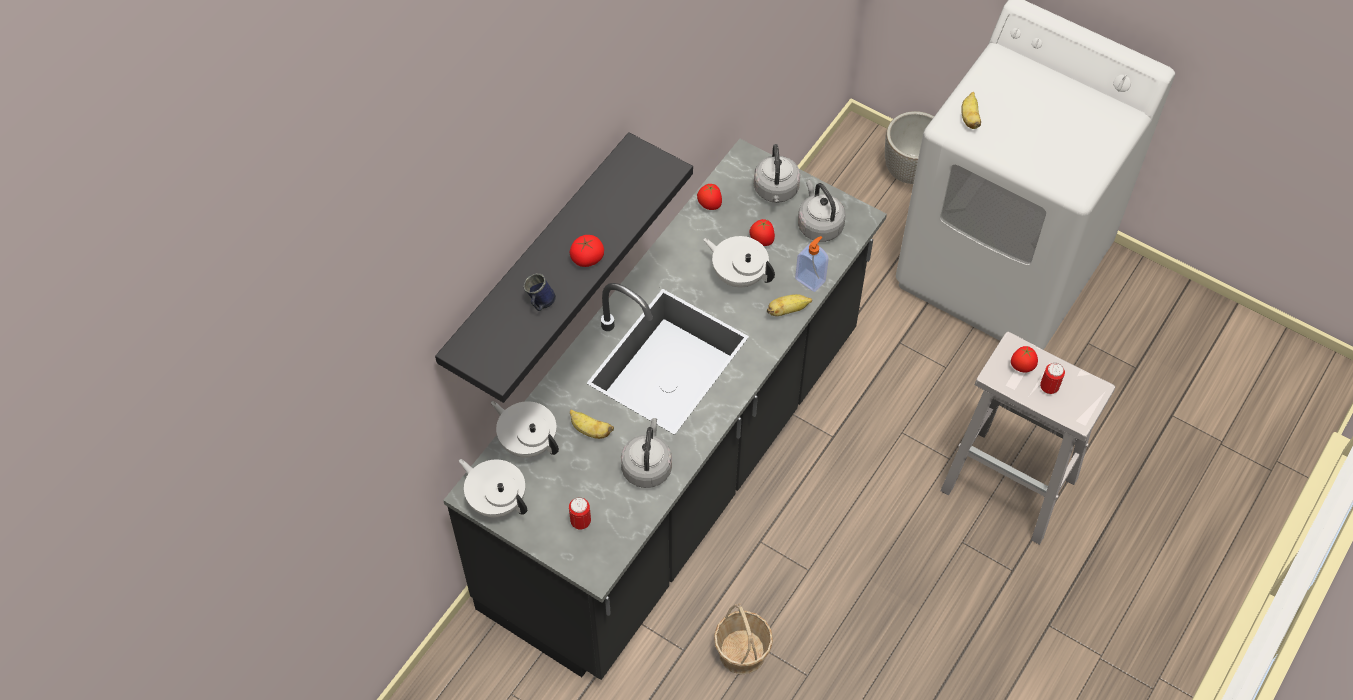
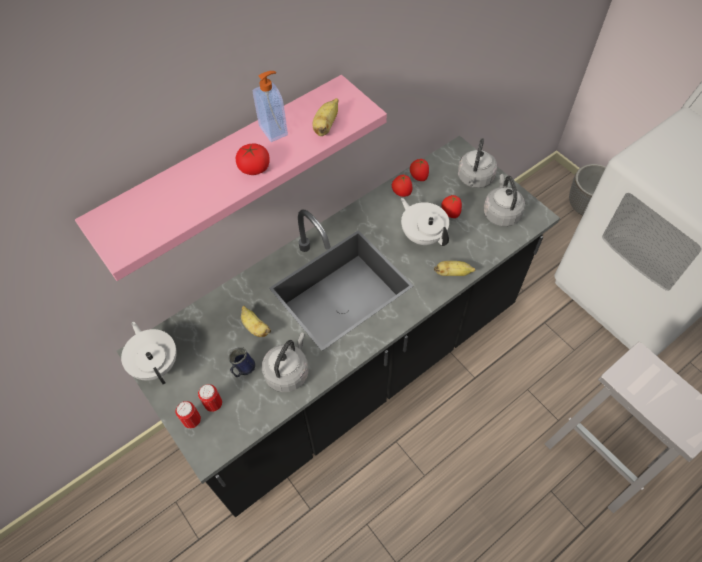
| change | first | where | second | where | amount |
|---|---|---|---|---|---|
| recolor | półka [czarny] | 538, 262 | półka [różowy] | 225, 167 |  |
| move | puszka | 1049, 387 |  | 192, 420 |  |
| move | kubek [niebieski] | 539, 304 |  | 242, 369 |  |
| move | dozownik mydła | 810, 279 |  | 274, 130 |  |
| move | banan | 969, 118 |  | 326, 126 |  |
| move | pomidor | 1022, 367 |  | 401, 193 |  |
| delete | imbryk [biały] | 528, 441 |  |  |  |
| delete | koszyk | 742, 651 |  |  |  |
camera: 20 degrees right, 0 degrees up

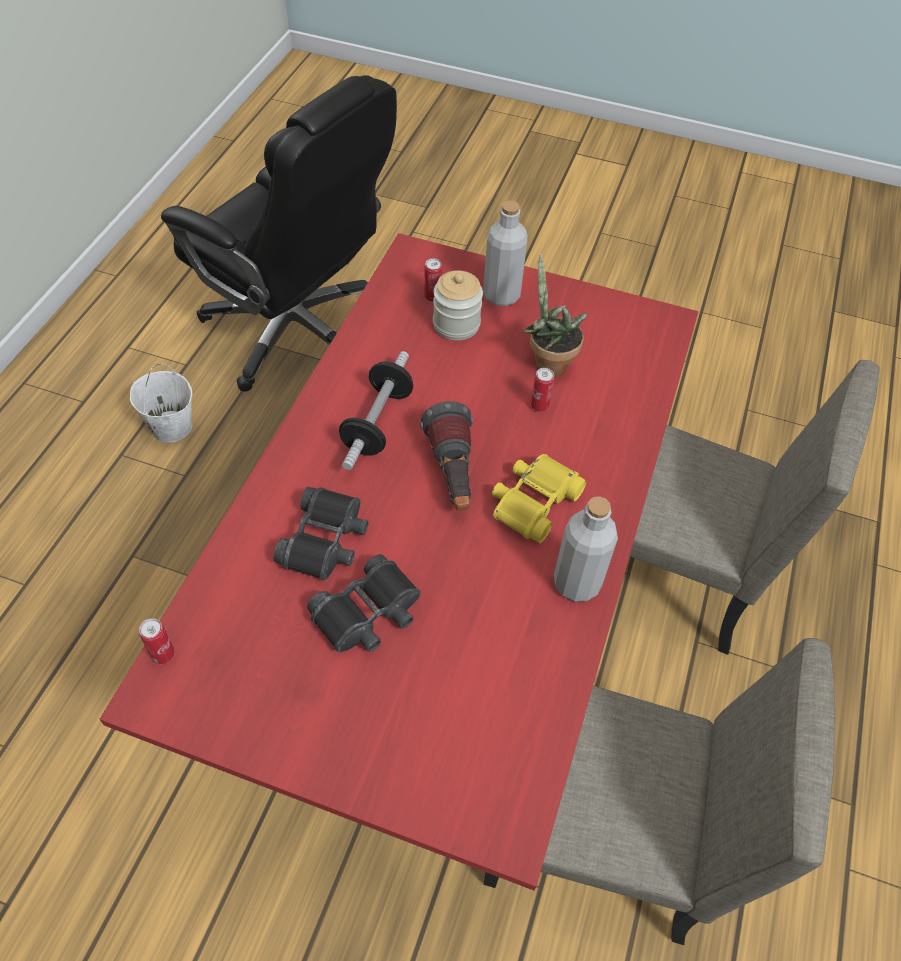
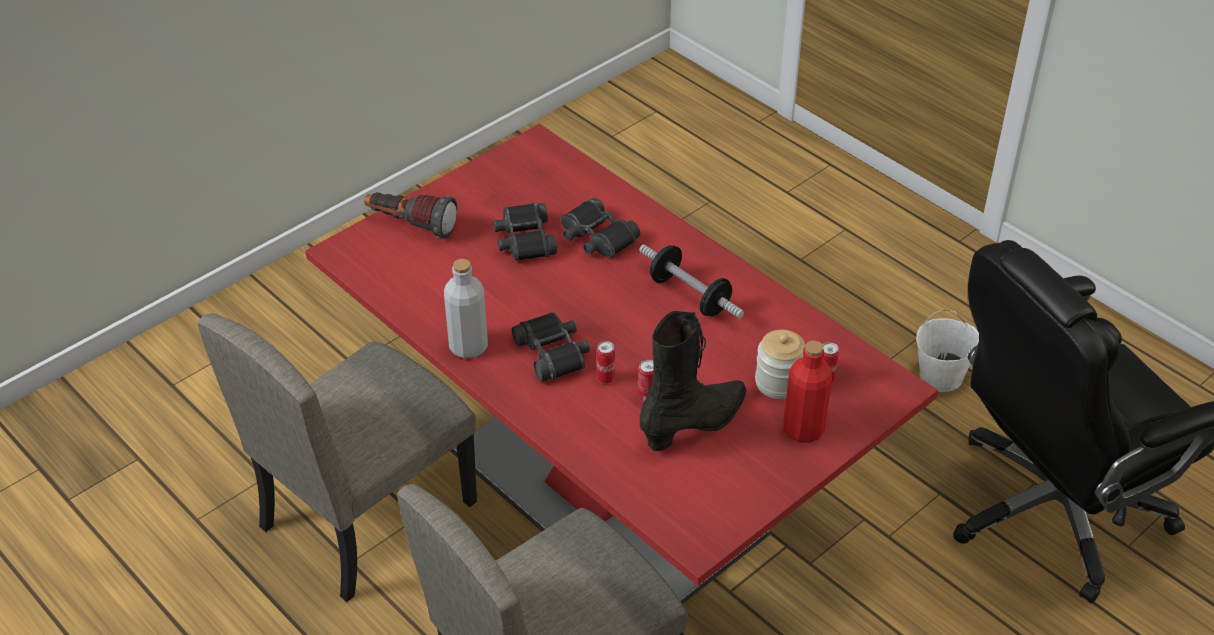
| change | first | where | second | where | amount |
|---|---|---|---|---|---|
| move | latarka | 452, 475 |  | 411, 226 |  |
| recolor | lornetka [żółty] | 533, 502 | lornetka [czarny] | 553, 353 |  |
| move | puszka | 163, 654 |  | 605, 378 |  |
| replace | roślina doniczkowa | 547, 362 | but z cholewką [czarny] | 695, 425 |  |
| recolor | butelka [szary] | 501, 295 | butelka [czerwony] | 803, 429 |  |
camera: 120 degrees right, 10 degrees down

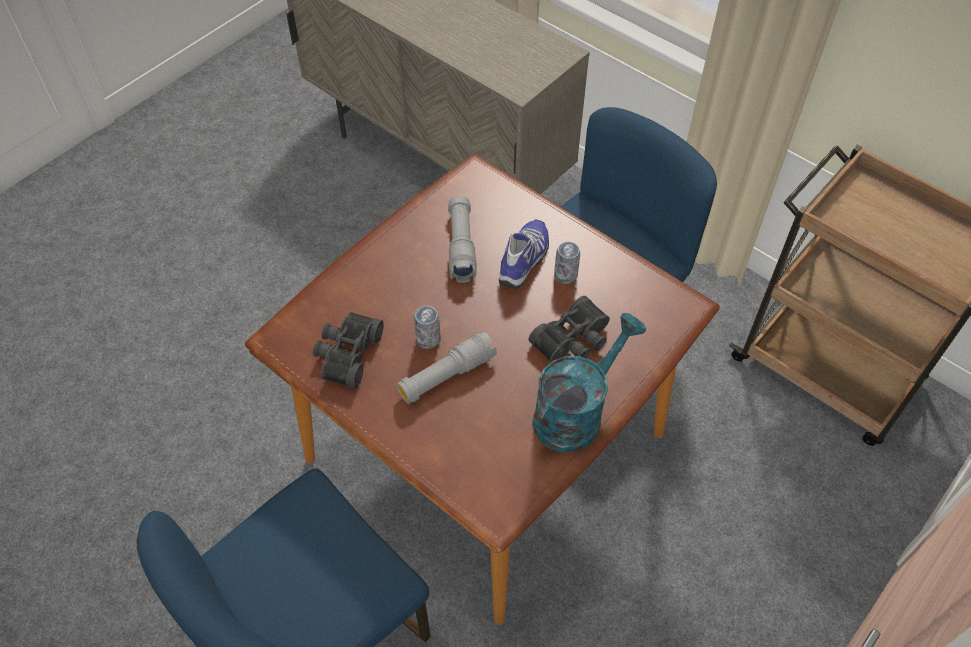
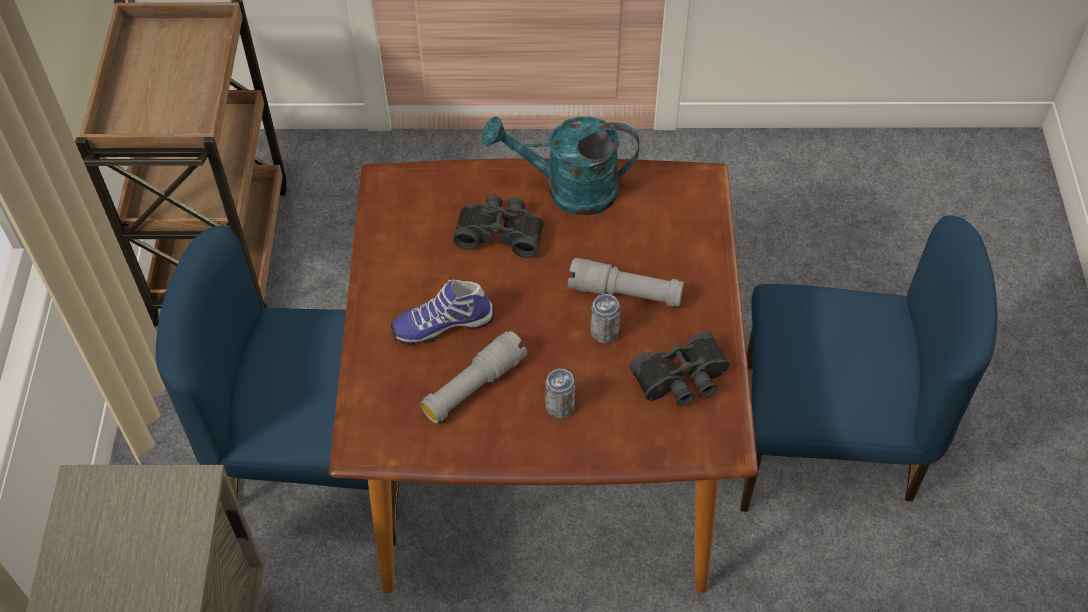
| change | first | where | second | where | amount |
|---|---|---|---|---|---|
| move | puszka | 565, 275 |  | 560, 406 |  |
camera: 130 degrees left, 0 degrees up

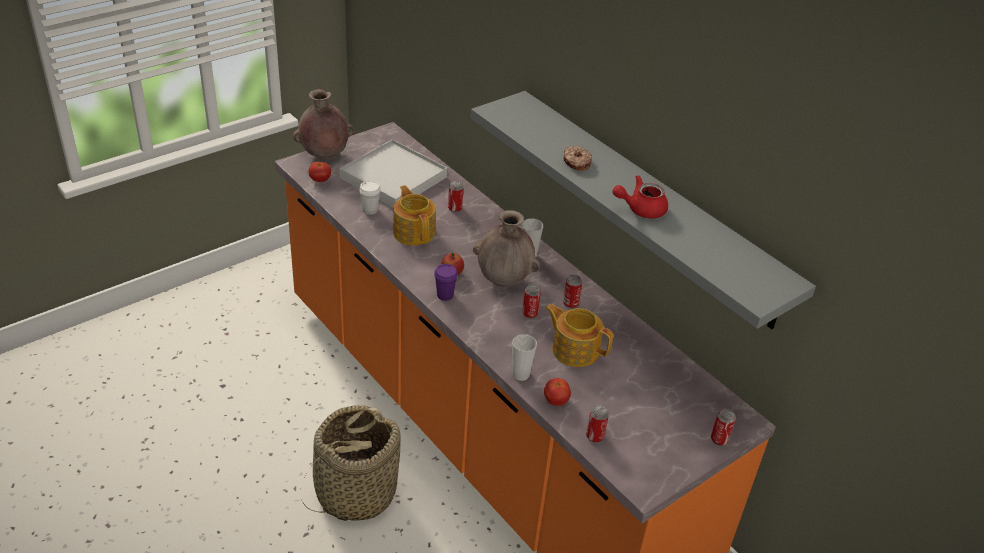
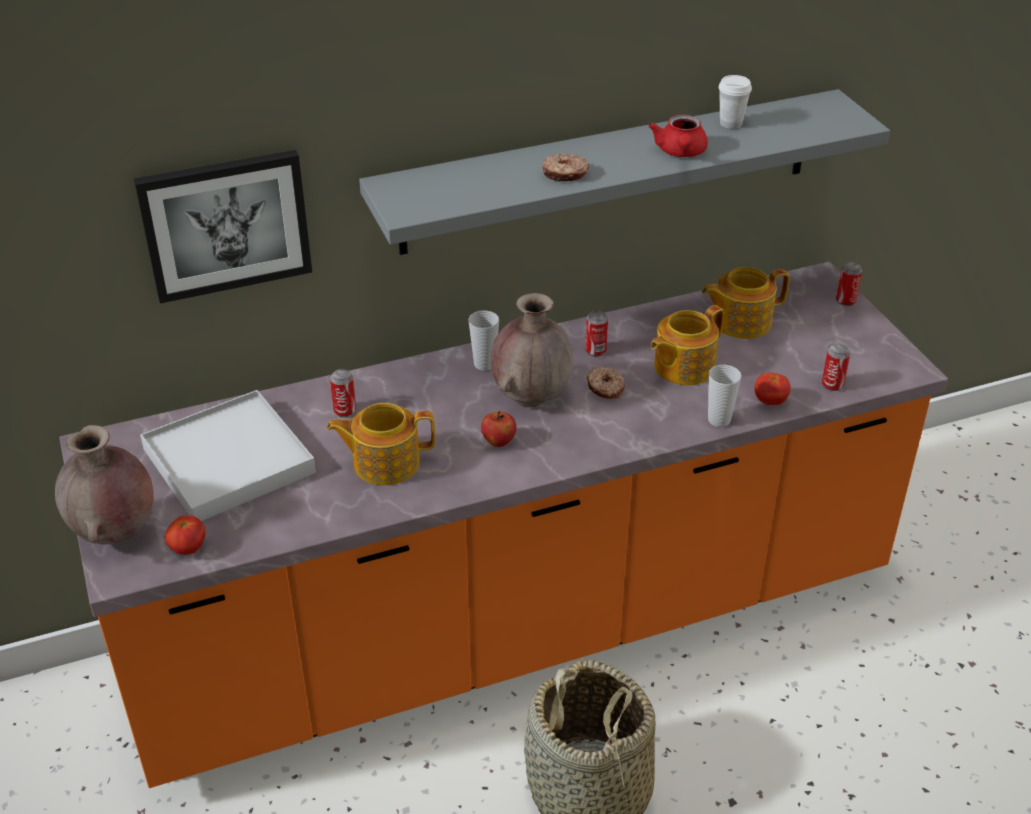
| change | first | where | second | where | amount |
|---|---|---|---|---|---|
| insert |  |  | obraz | 225, 224 |  |
| replace | puszka | 530, 313 | donut | 605, 388 |  |
| insert |  |  | imbryk | 740, 321 |  |
| move | filiżanka [biały] | 370, 210 |  | 731, 123 |  |
| delete | filiżanka [fioletowy] | 445, 295 |  |  |  |
camera: 70 degrees left, 0 degrees up

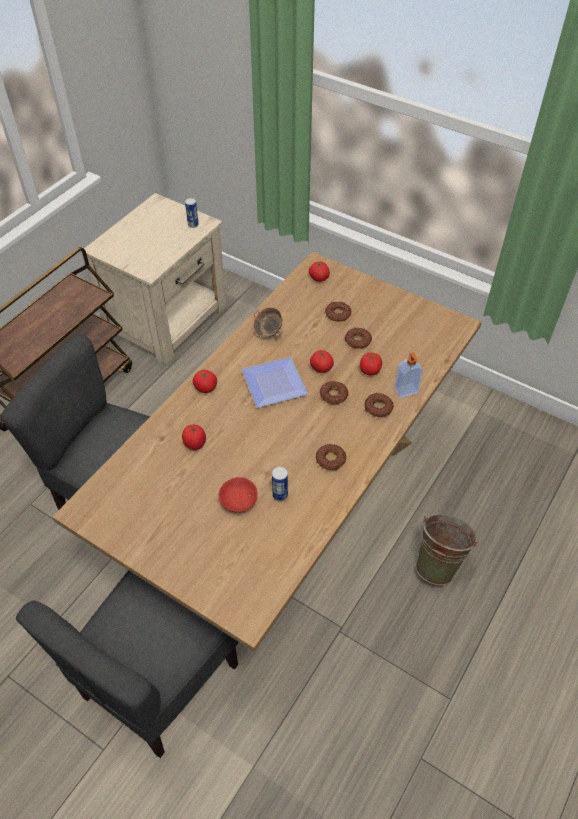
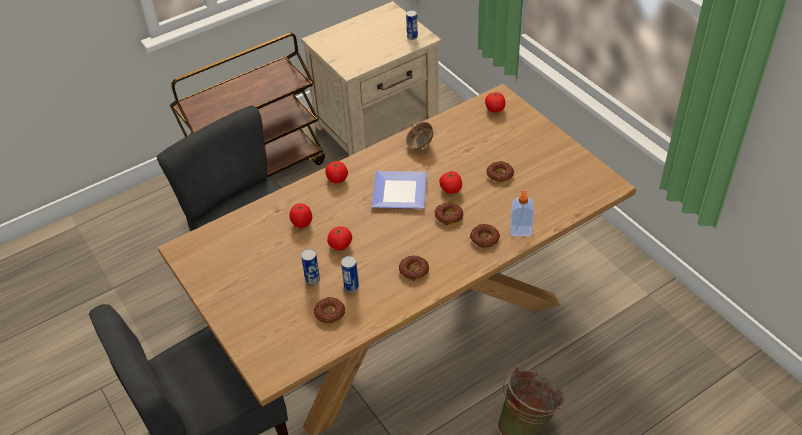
| change | first | where | second | where | amount |
|---|---|---|---|---|---|
| replace | miska [czerwony] | 237, 500 | puszka | 312, 279 |  |
| move | donut | 338, 314 |  | 330, 313 |  |
| move | pomidor | 370, 370 |  | 340, 245 |  |
camera: 25 degrees right, 5 degrees down

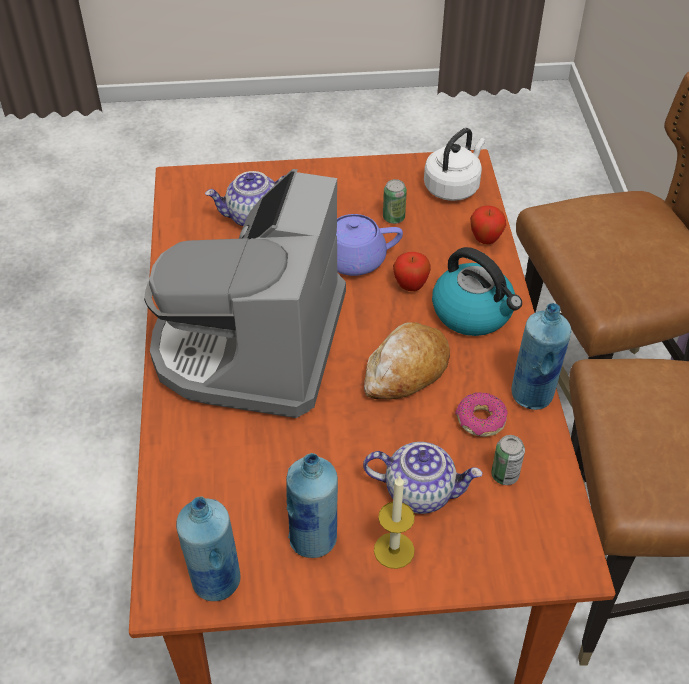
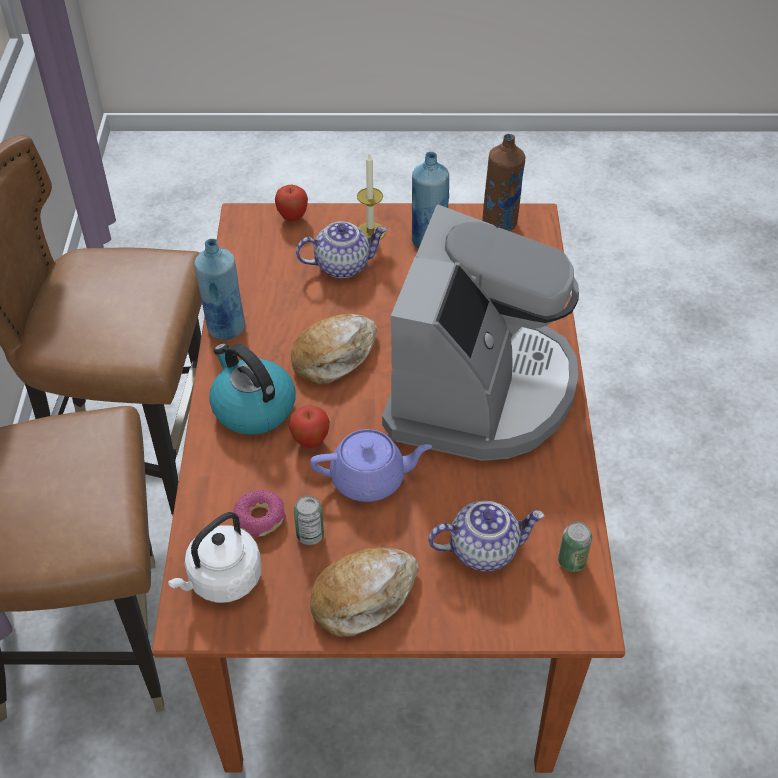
| change | first | where | second | where | amount |
|---|---|---|---|---|---|
| move | donut | 480, 420 |  | 260, 518 |  |
| move | jabłko | 485, 240 |  | 292, 217 |  |
| rotate | imbryk | 420, 491 |  | 343, 265 | 150 degrees clockwise |
| insert |  |  | chleb | 363, 596 |  |
| recolor | butelka [niebieski] | 215, 581 | butelka [brązowy] | 500, 223 |  |
| move | puszka | 504, 475 |  | 571, 561 |  |
camera: 175 degrees left, 0 degrees up

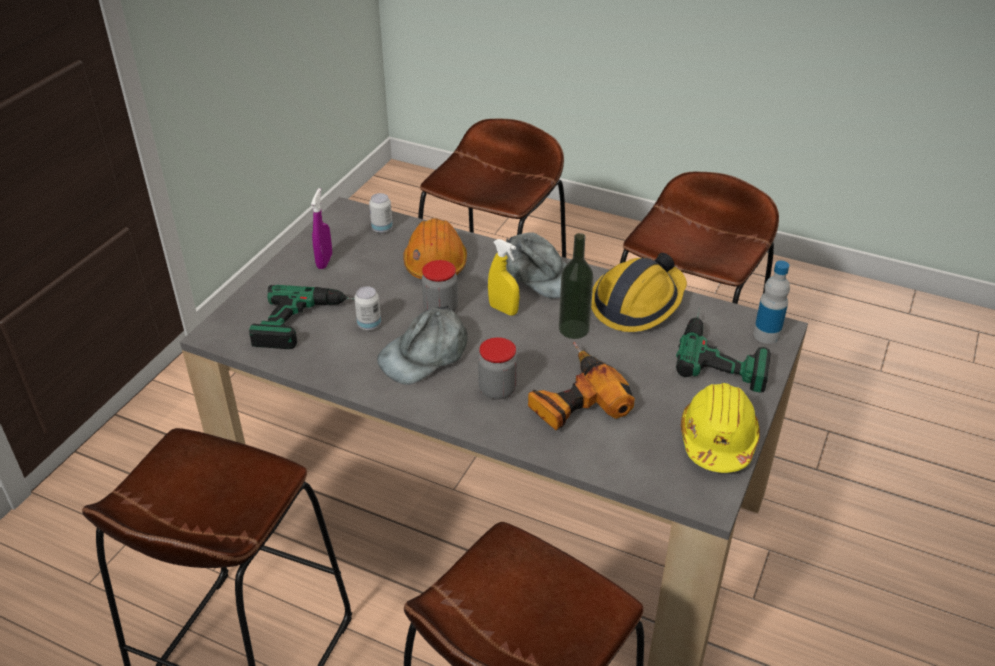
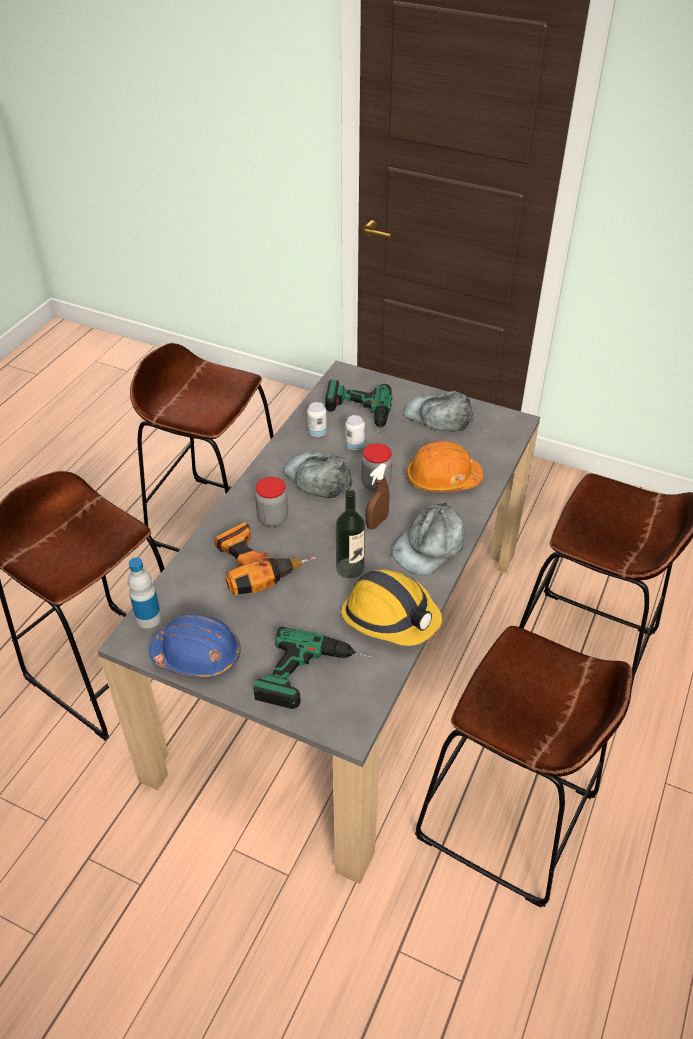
| change | first | where | second | where | amount |
|---|---|---|---|---|---|
| move | butelka | 766, 335 |  | 148, 618 |  |
| recolor | kask [żółty] | 717, 440 | kask [niebieski] | 197, 655 |  |
| move | puszka | 382, 229 |  | 317, 432 |  |
| recolor | spryskiwacz [żółty] | 503, 309 | spryskiwacz [brązowy] | 377, 522 |  |
| replace | spryskiwacz [fioletowy] | 324, 261 | czapka z daszkiem [szary] | 438, 416 |  |
camera: 90 degrees right, 5 degrees up

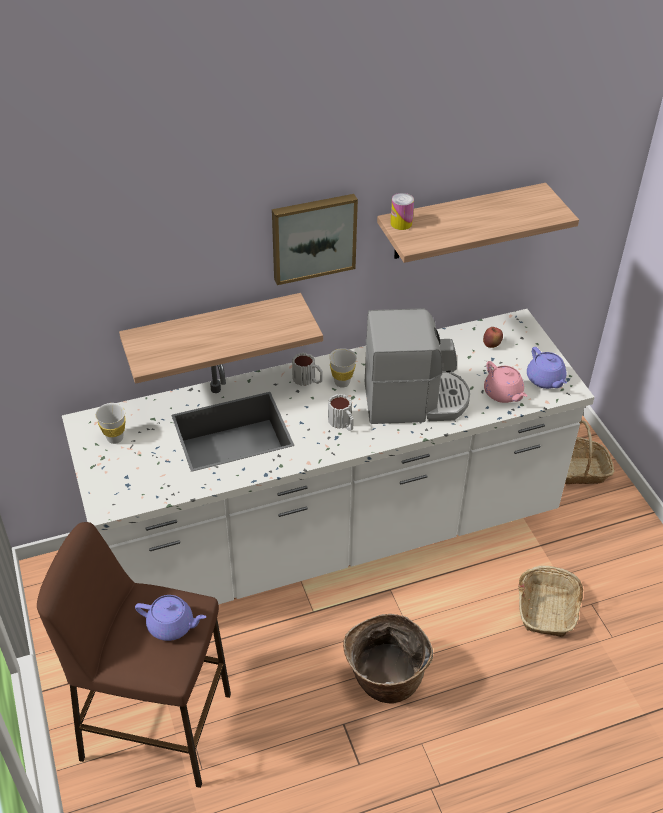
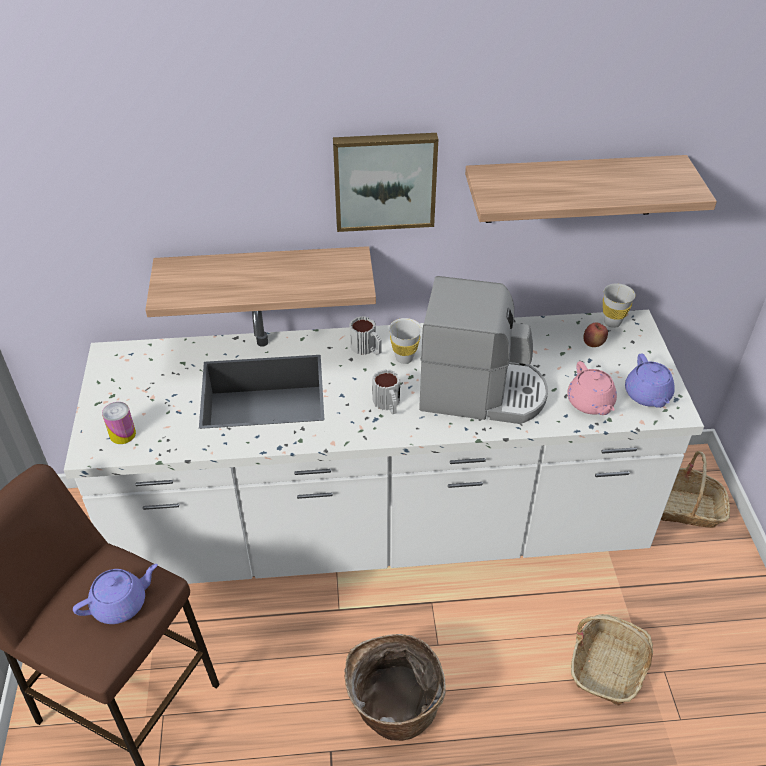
| change | first | where | second | where | amount |
|---|---|---|---|---|---|
| rotate | imbryk [fioletowy] | 172, 625 |  | 121, 603 | 60 degrees counterclockwise |
| move | puszka | 401, 223 |  | 122, 434 |  |
| move | filiżanka [biały] | 115, 438 |  | 612, 322 |  |
camera: 15 degrees right, 0 degrees up

